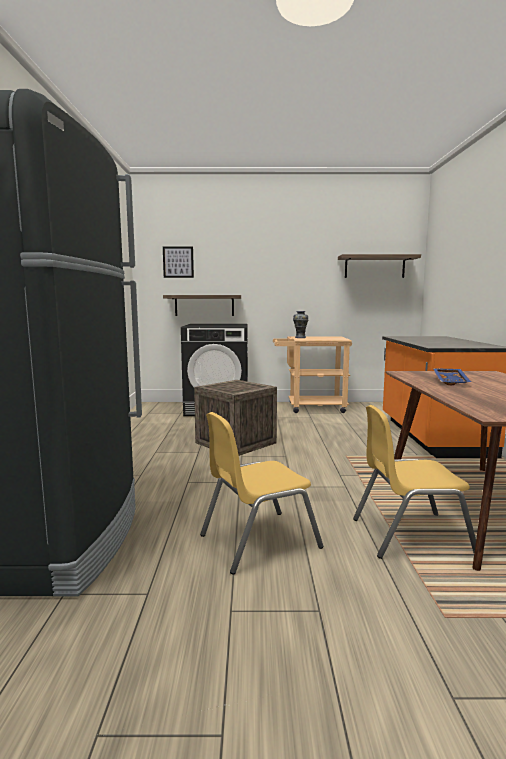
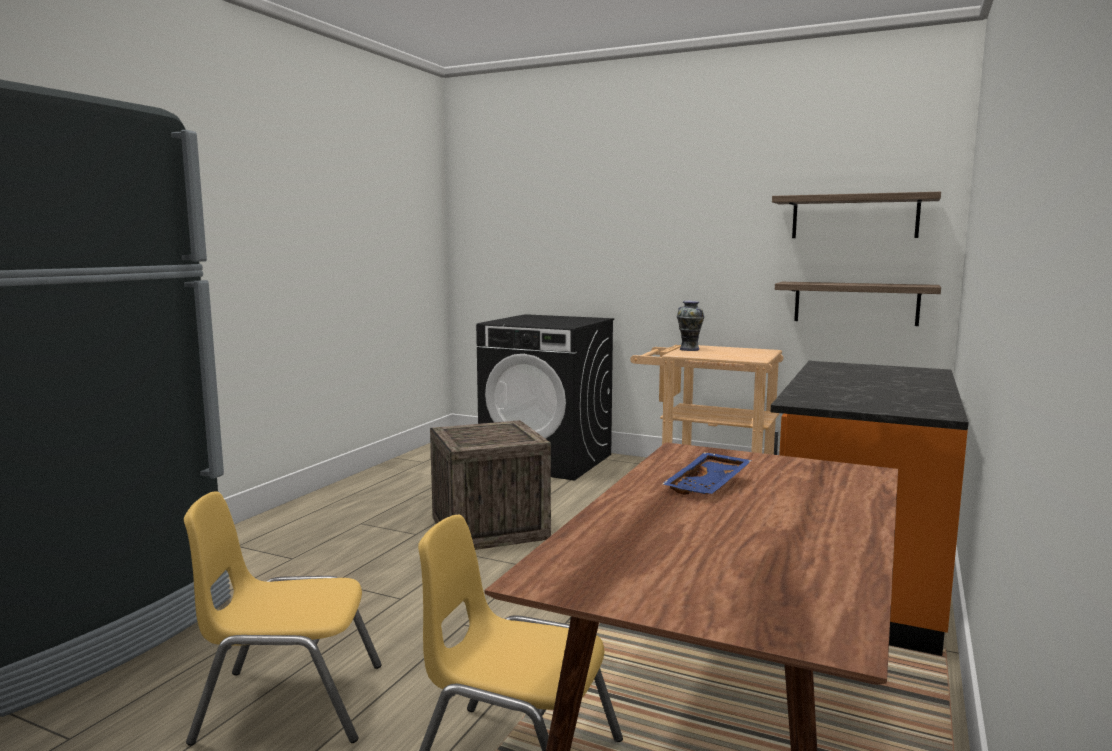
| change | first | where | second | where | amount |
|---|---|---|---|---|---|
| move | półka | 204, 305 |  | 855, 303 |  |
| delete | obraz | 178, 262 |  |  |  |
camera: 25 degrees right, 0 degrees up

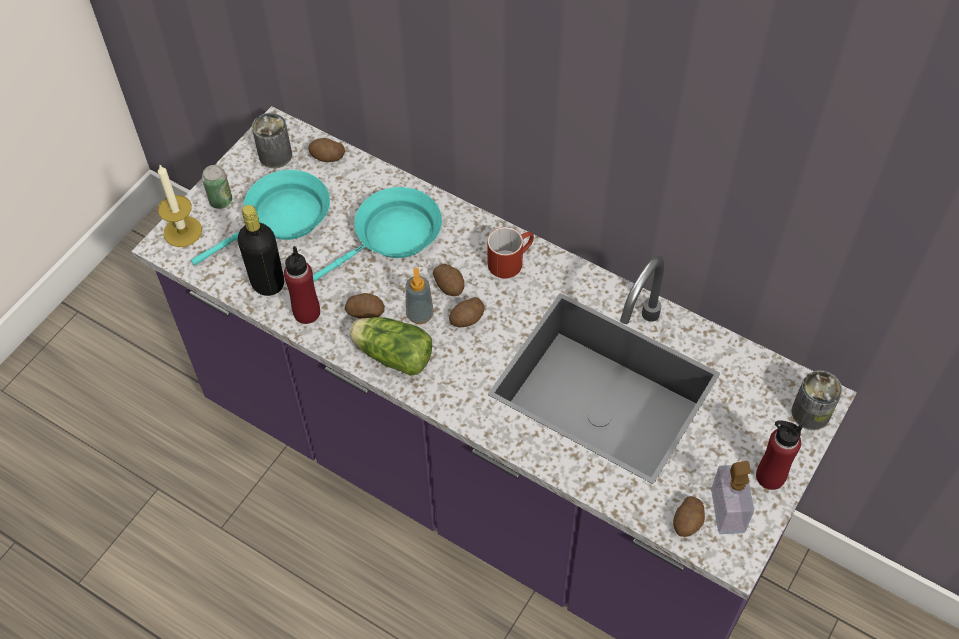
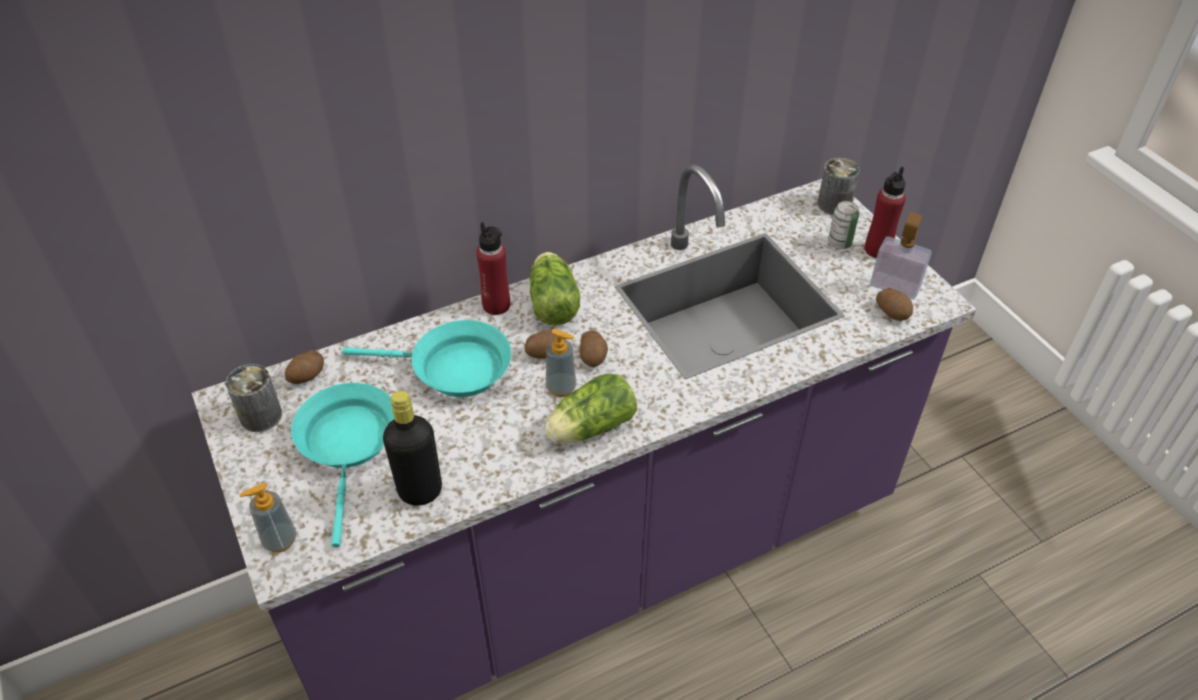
| change | first | where | second | where | amount |
|---|---|---|---|---|---|
| replace | świeca | 182, 231 | dozownik mydła | 280, 540 |  |
| rotate | patelnia [turkusowy] | 392, 237 |  | 453, 369 | 105 degrees clockwise |
| move | butelka [czerwony] | 306, 313 |  | 496, 305 |  |
| replace | kubek [czerwony] | 510, 260 | sałata | 553, 301 |  |
| move | puszka | 221, 201 |  | 839, 243 |  |
| delete | ziemniak | 365, 312 |  |  |  |
camera: 60 degrees left, 10 degrees down

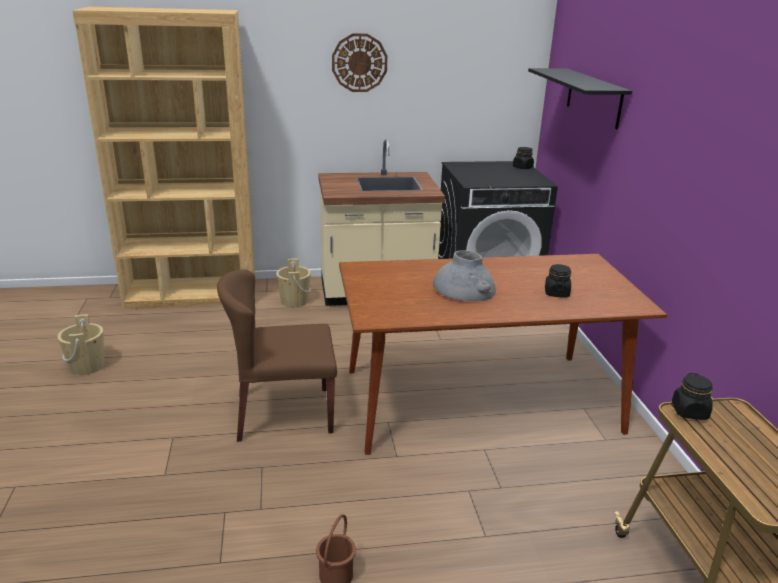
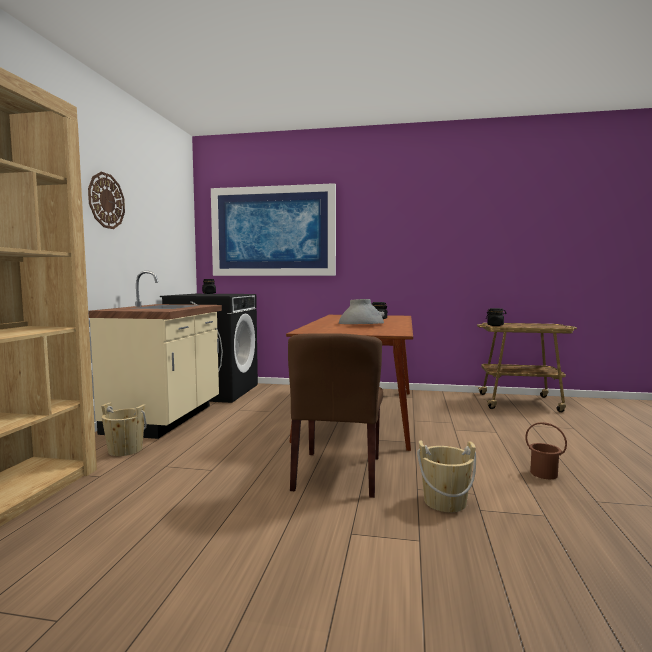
| change | first | where | second | where | amount |
|---|---|---|---|---|---|
| replace | półka [czarny] | 593, 97 | obraz | 273, 231 |  |
| move | wiadro [beżowy] | 87, 366 |  | 445, 502 |  |
camera: 70 degrees left, 20 degrees down

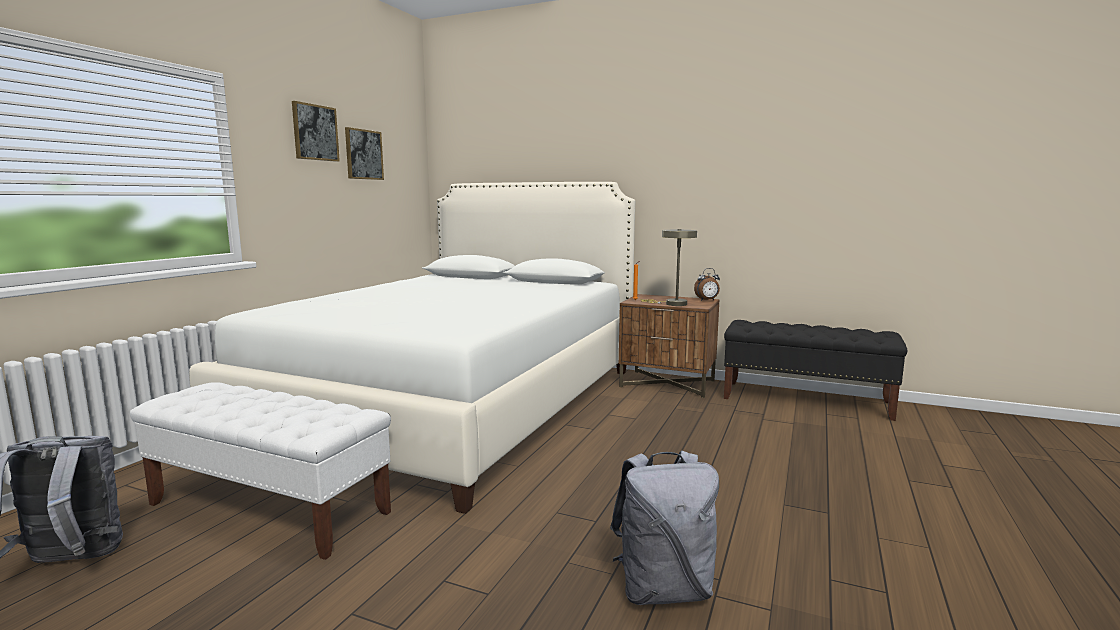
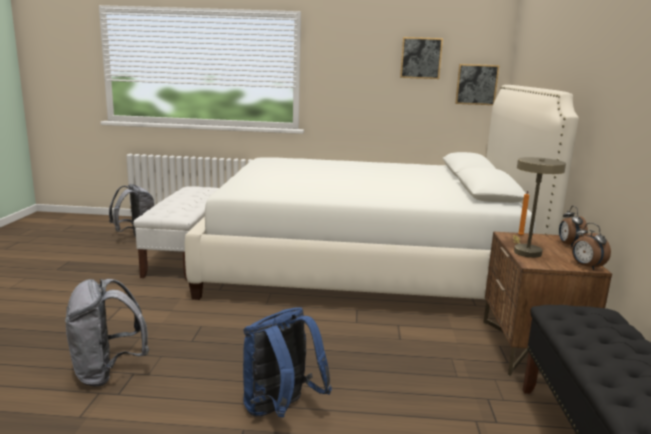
| change | first | where | second | where | amount |
|---|---|---|---|---|---|
| insert |  |  | plecak [niebieski] | 280, 410 |  |
| move | obraz | 315, 132 |  | 476, 84 |  |
| insert |  |  | budzik | 569, 245 |  |
camera: 70 degrees right, 5 degrees up

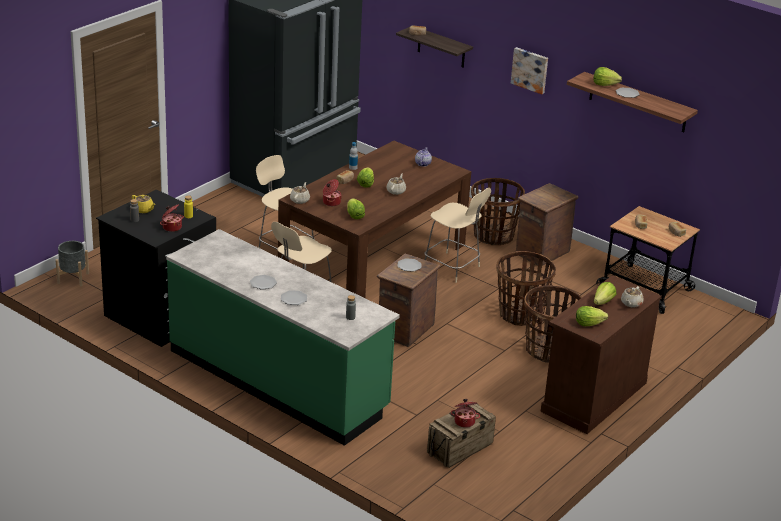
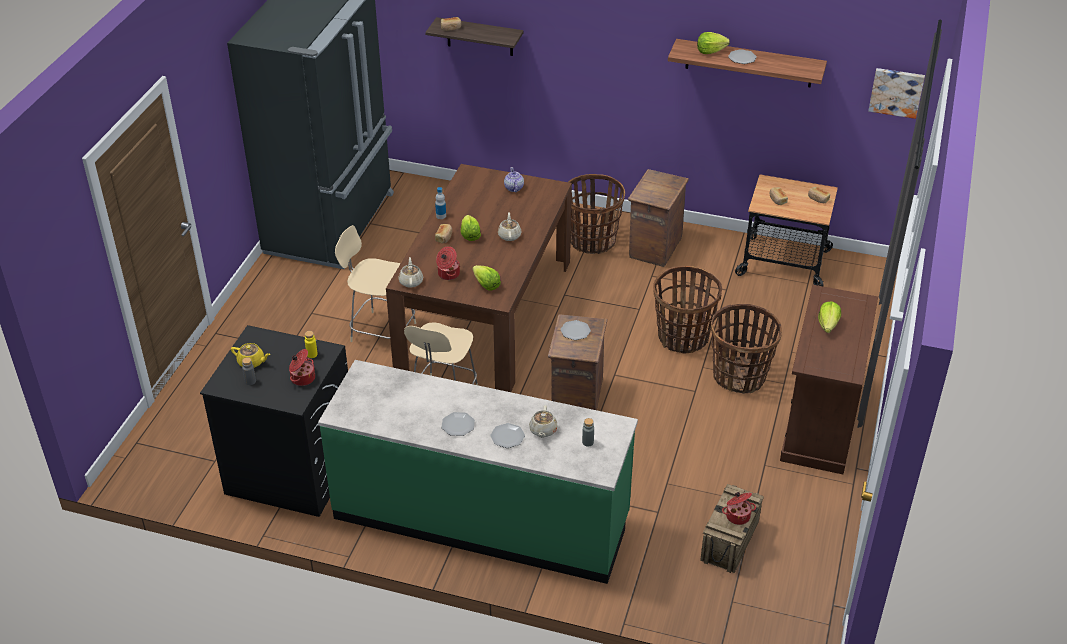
| change | first | where | second | where | amount |
|---|---|---|---|---|---|
| move | imbryk [beżowy] | 631, 303 |  | 543, 430 |  |
| move | obraz | 530, 70 |  | 896, 92 |  |
| delete | donica [szary] | 73, 278 |  |  |  |
| delete | stołek [beżowy] | 453, 268 |  |  |  |
| delete | sałata | 588, 324 |  |  |  |
camera: 20 degrees left, 10 degrees up

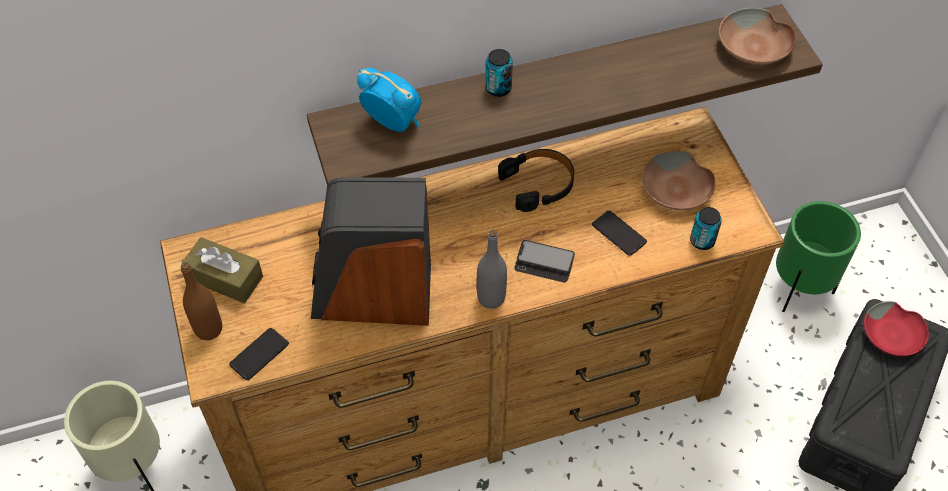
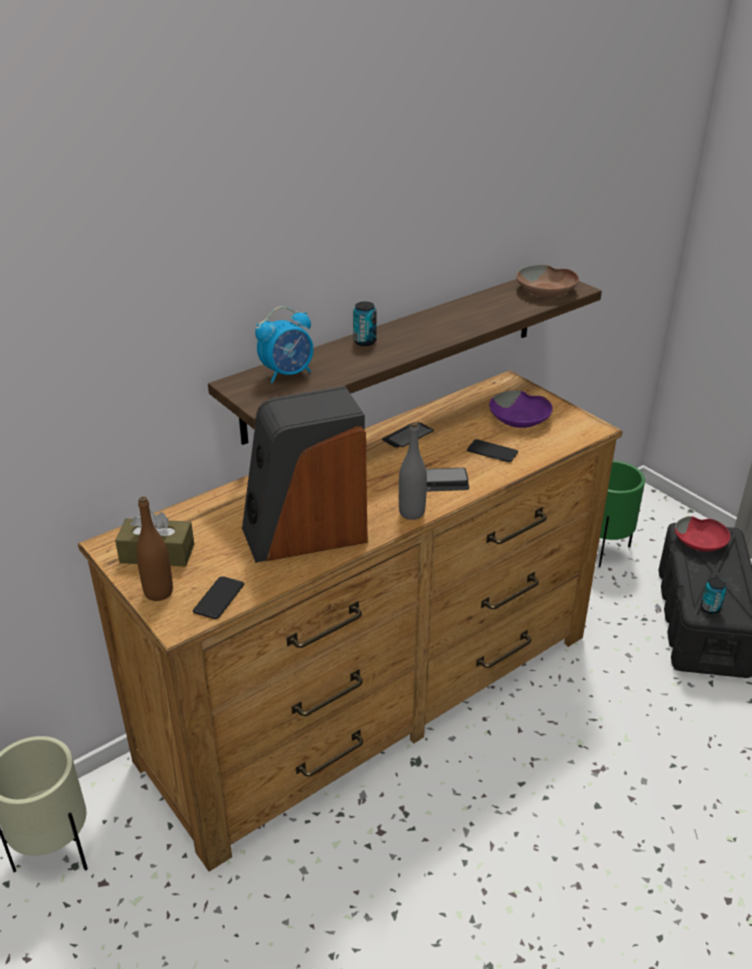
| change | first | where | second | where | amount |
|---|---|---|---|---|---|
| rotate | budzik | 392, 122 |  | 288, 374 | 135 degrees clockwise |
| replace | słuchawki [czarny] | 538, 184 | telefon | 407, 436 |  |
| recolor | miska [brązowy] | 676, 191 | miska [fioletowy] | 520, 419 |  |
| move | puszka | 702, 241 |  | 710, 608 |  |
camera: 20 degrees left, 20 degrees down

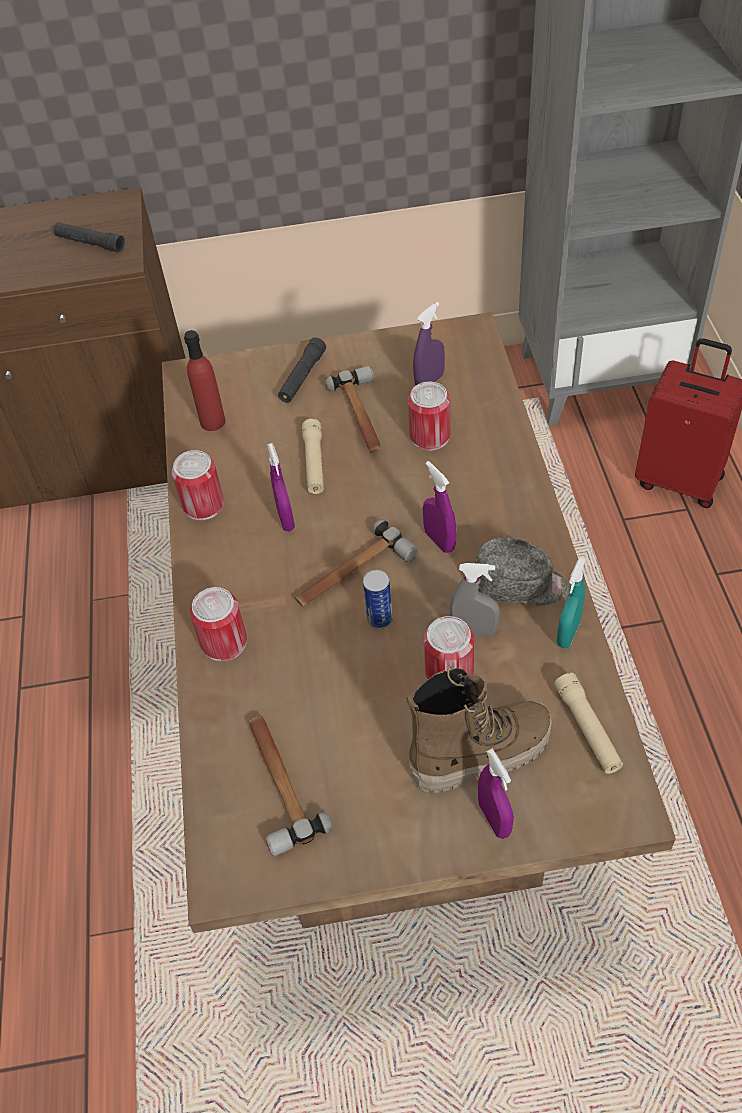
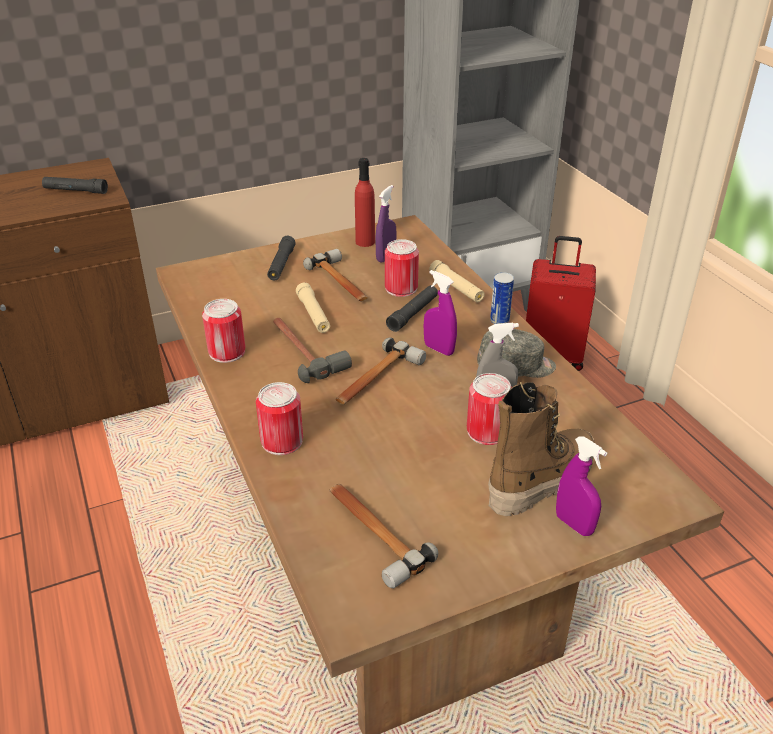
| change | first | where | second | where | amount |
|---|---|---|---|---|---|
| replace | spryskiwacz [fioletowy] | 285, 519 | młotek | 303, 352 |  |
| move | butelka [czerwony] | 213, 422 |  | 365, 242 |  |
| insert |  |  | latarka [czarny] | 413, 314 |  |
| move | latarka [beżowy] | 587, 729 |  | 456, 288 |  |
| move | puszka | 380, 619 |  | 499, 320 |  |
| delete | spryskiwacz [turkusowy] | 568, 633 |  |  |  |
camera: 20 degrees left, 15 degrees down

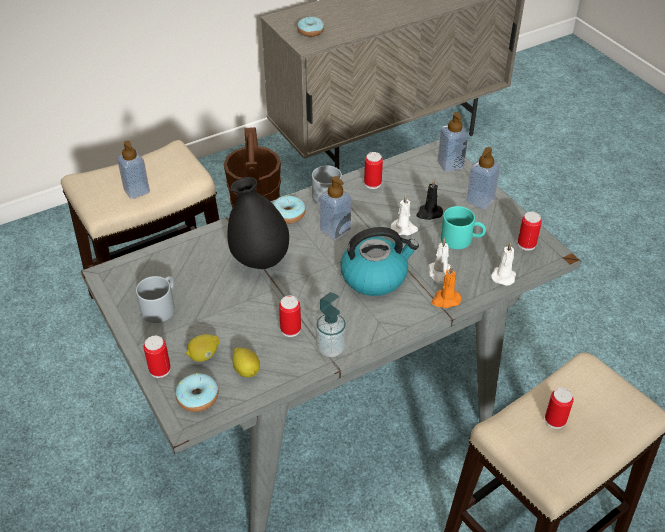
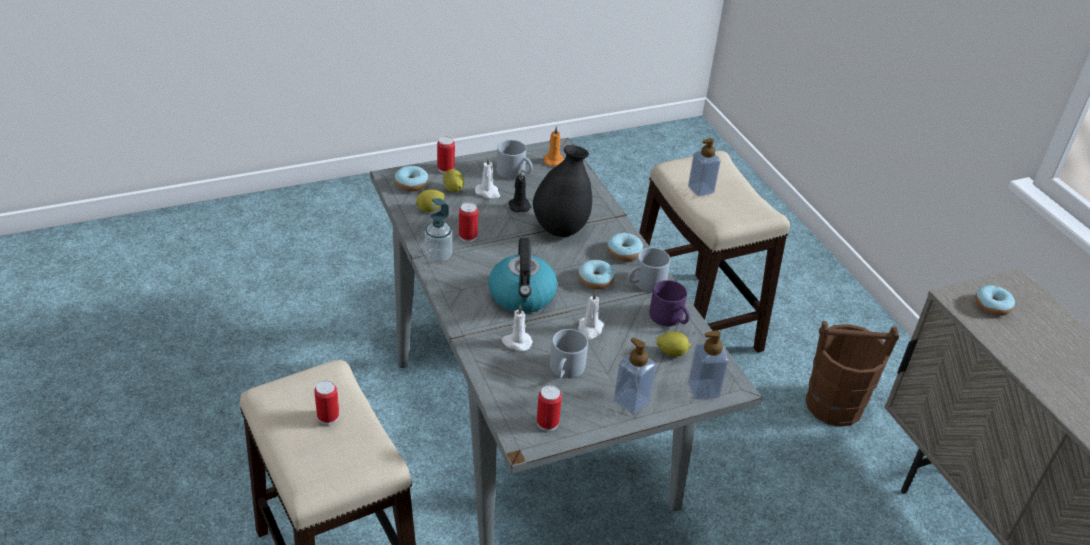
| change | first | where | second | where | amount |
|---|---|---|---|---|---|
| move | świeca [biały] | 503, 276 |  | 488, 192 |  |
| move | świeca [czarny] | 429, 213 |  | 519, 205 |  |
| move | świeca [pomarańczowy] | 445, 300 |  | 553, 160 |  |
| recolor | kubek [turkusowy] | 462, 239 | kubek [szary] | 566, 370 |  |
| replace | dozownik mydła | 335, 230 | donut | 595, 280 |  |
| replace | puszka | 372, 183 | kubek [fioletowy] | 670, 318 |  |
| insert |  |  | cytryna | 671, 352 |  |
camera: 95 degrees right, 5 degrees down

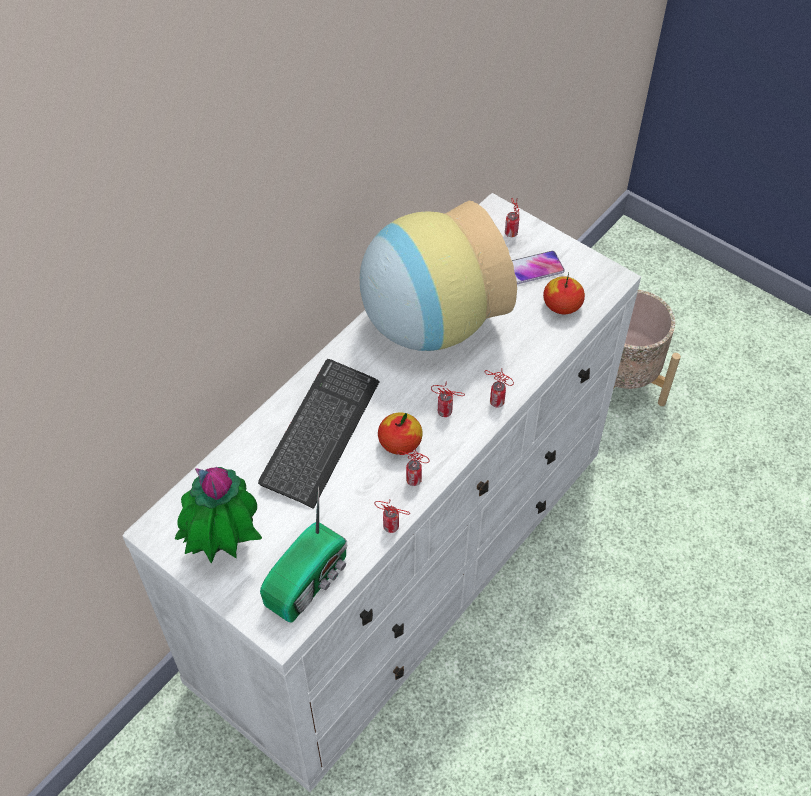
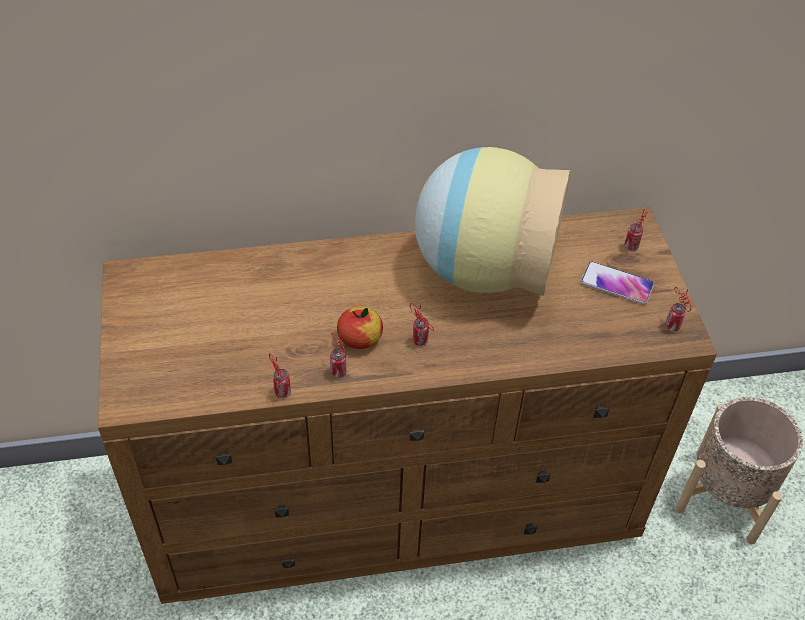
| change | first | where | second | where | amount |
|---|---|---|---|---|---|
| recolor | komoda [biały] | 405, 565 | komoda [brązowy] | 398, 501 |  |
| move | puszka | 495, 401 |  | 671, 325 |  |
| delete | roślina doniczkowa | 225, 549 |  |  |  |
| delete | klawiatura | 320, 433 |  |  |  |
| delete | radio | 310, 580 |  |  |  |
| delete | jabłko | 562, 305 |  |  |  |
camera: 40 degrees right, 5 degrees down

